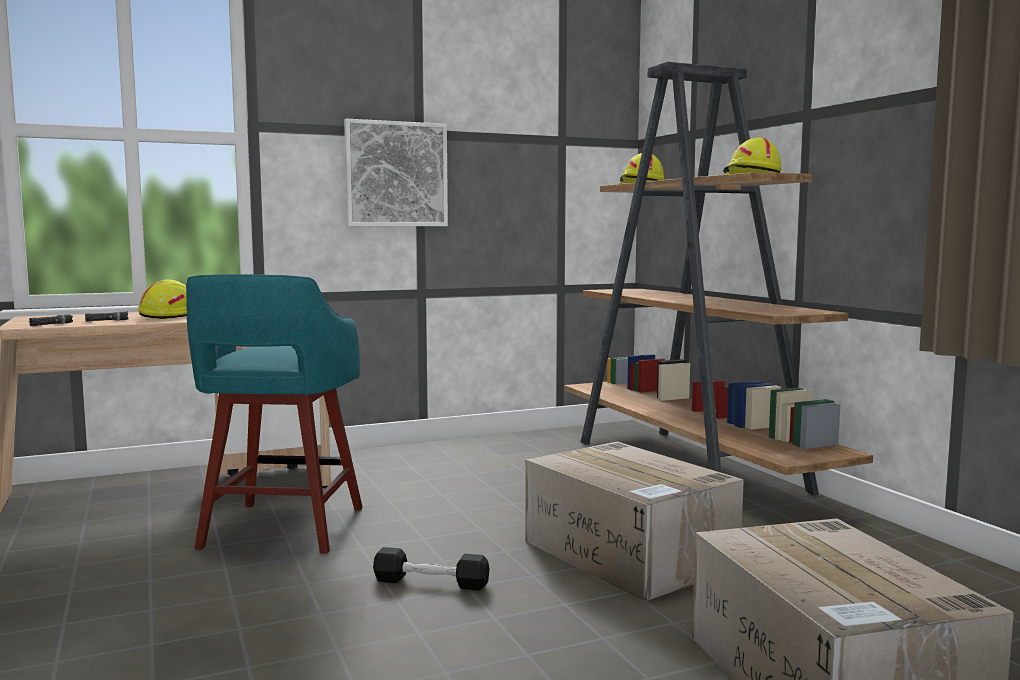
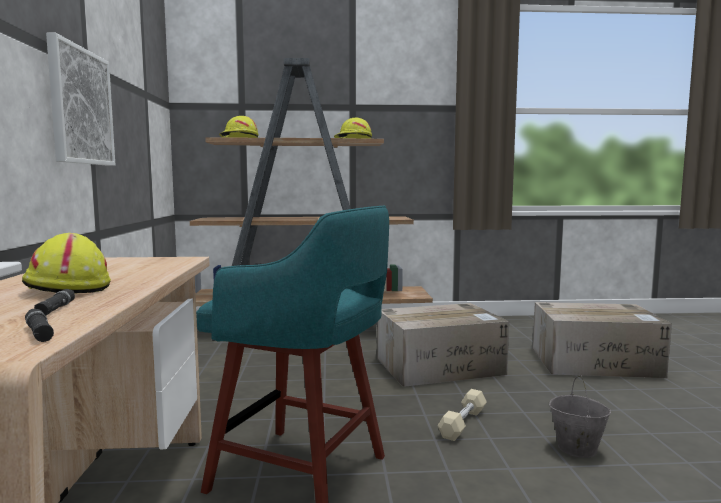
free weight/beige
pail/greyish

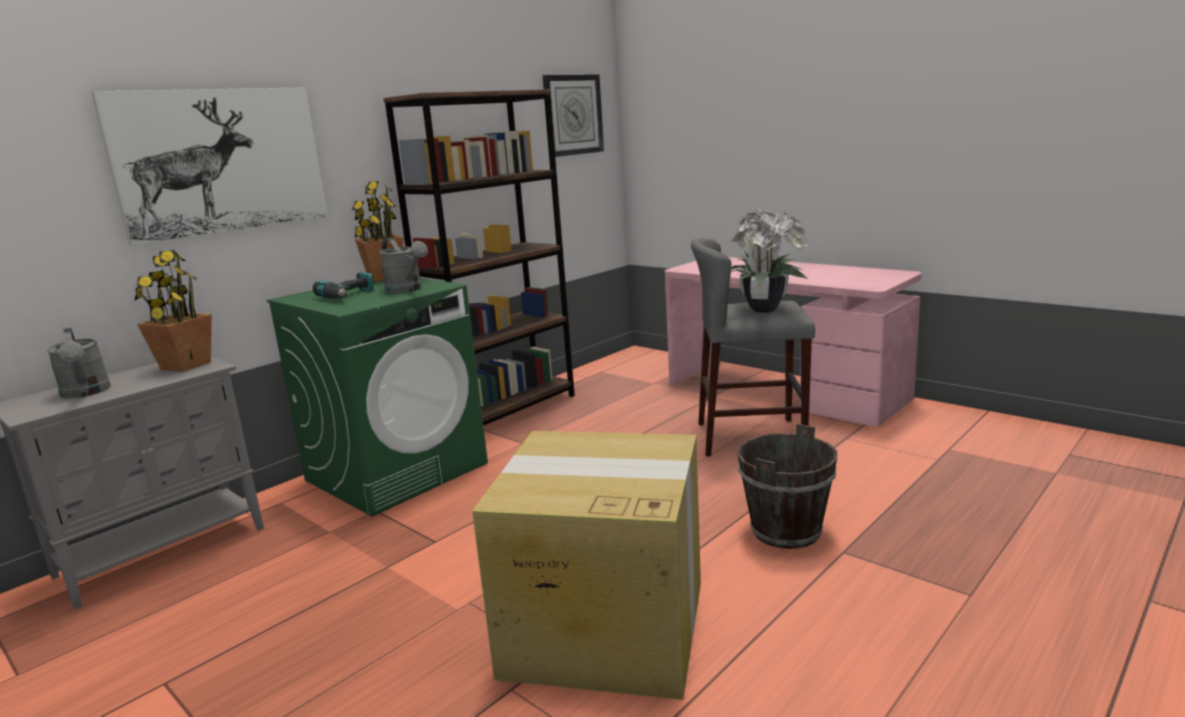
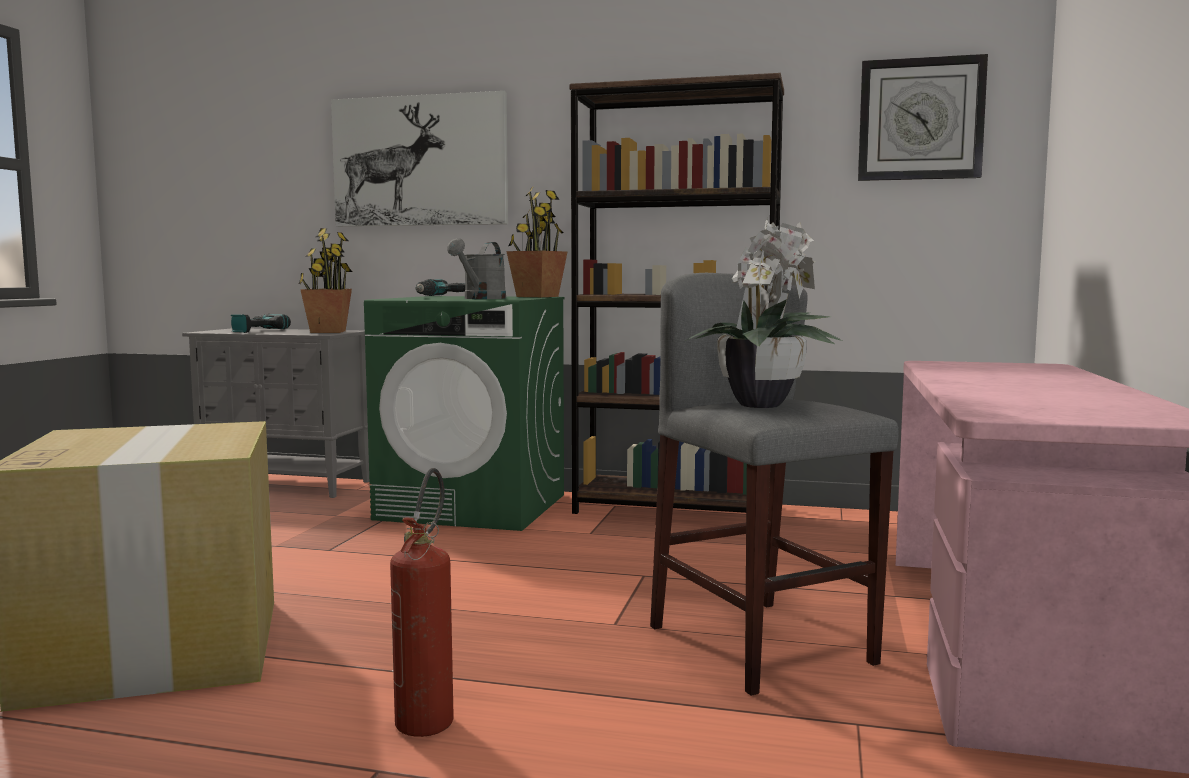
drill (1st from left)
fire extinguisher

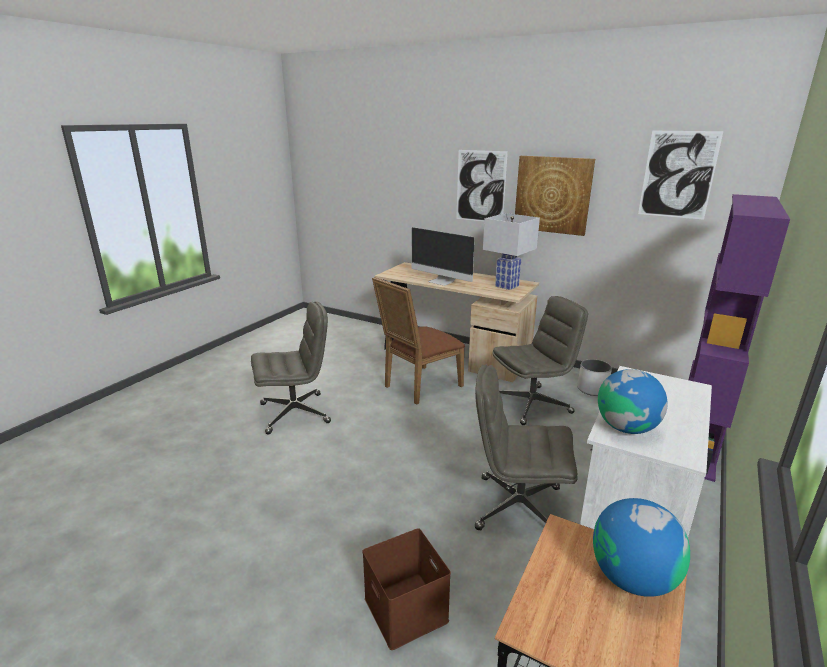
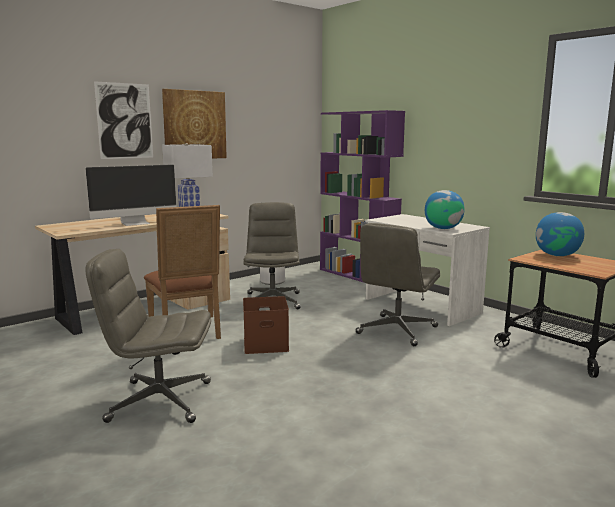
desk chair/greyish (1st from left)
storage container/brown-coloured
picture (3rd from left in the first image)

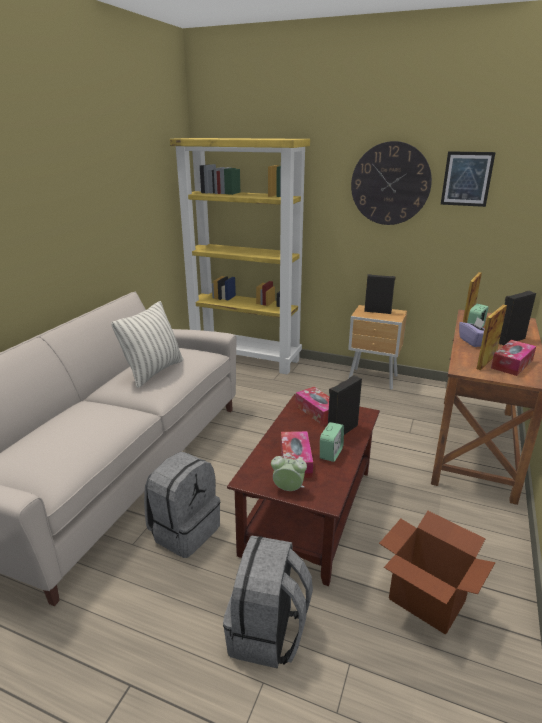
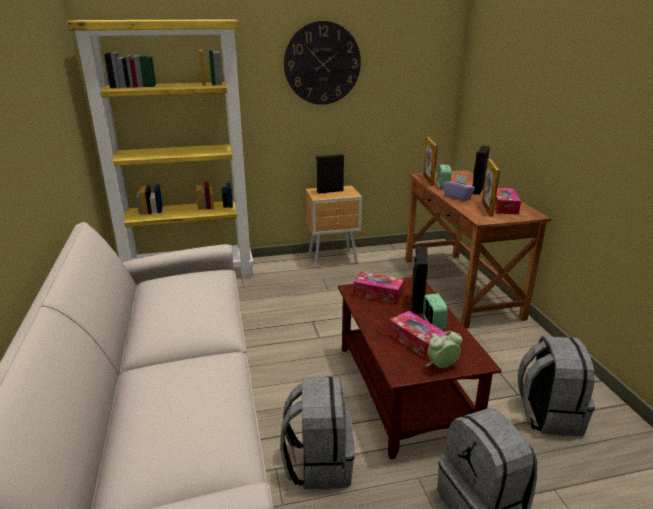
throw pillow
rucksack/greyish (3rd from left)
picture

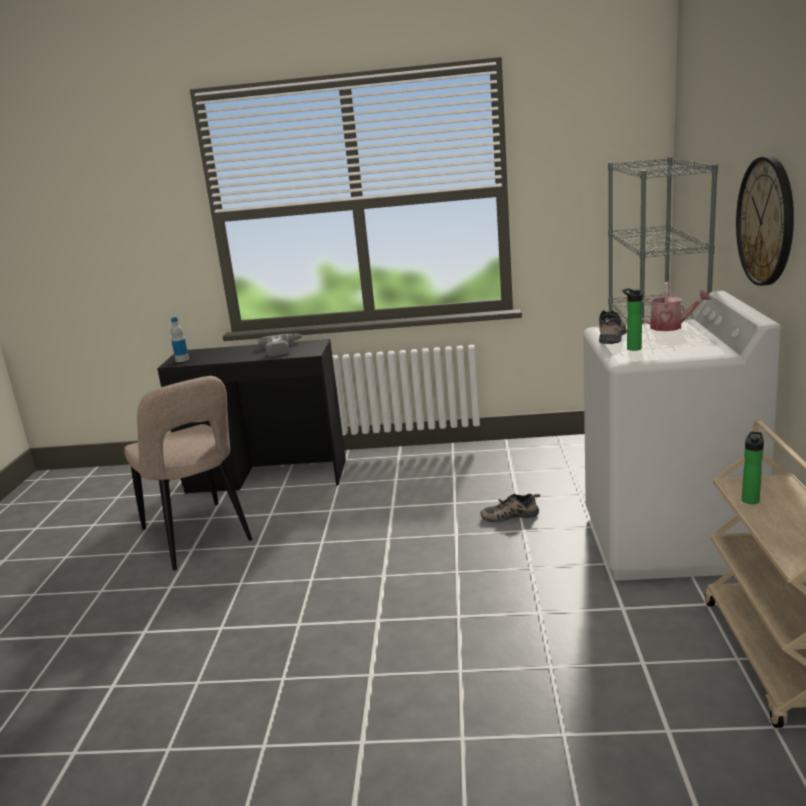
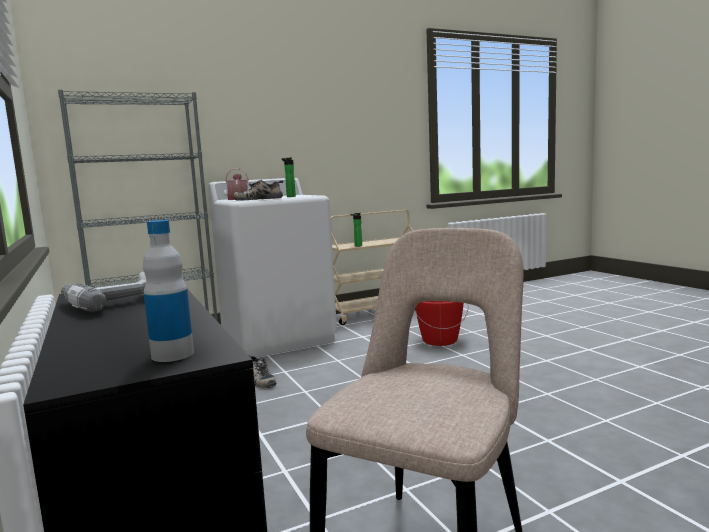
clock on the wall
pail/reddish

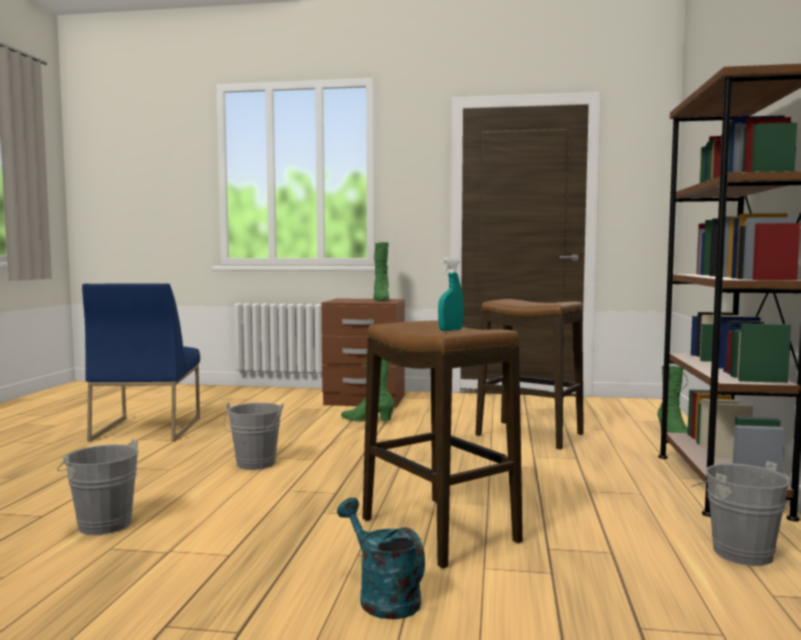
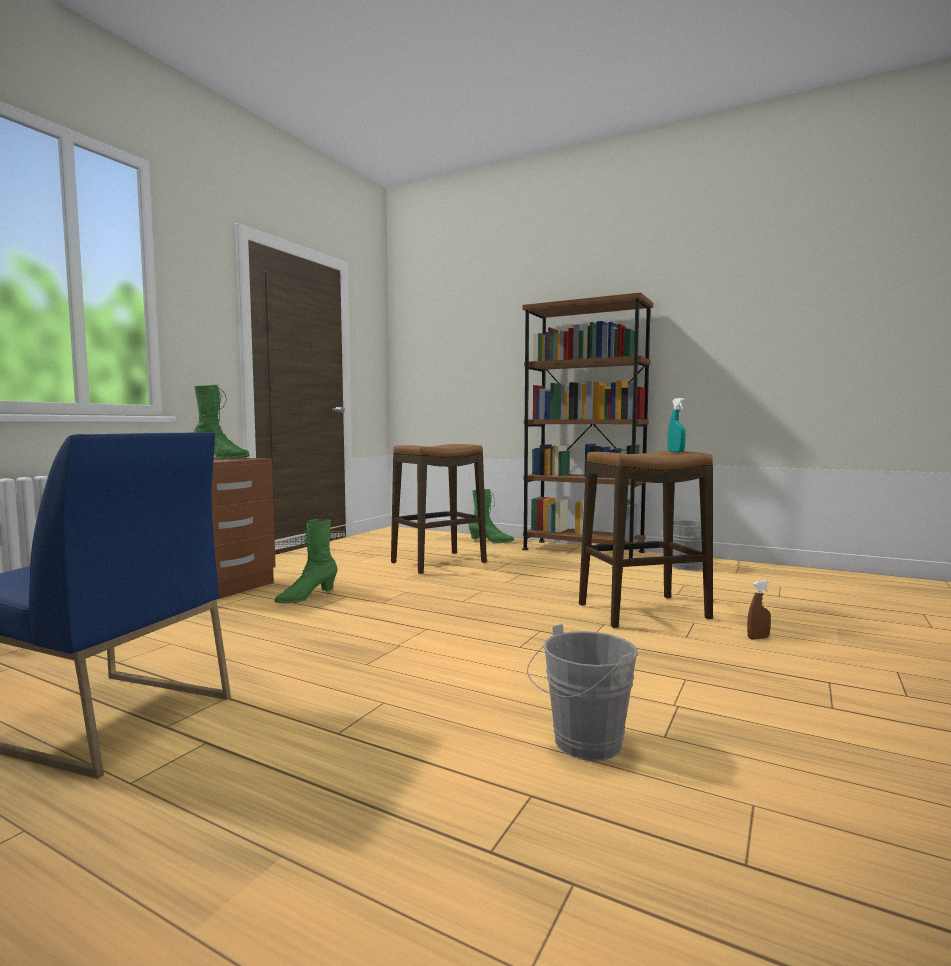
pail/greyish (2nd from left in the first image)
hand sprayer/brown-coloured

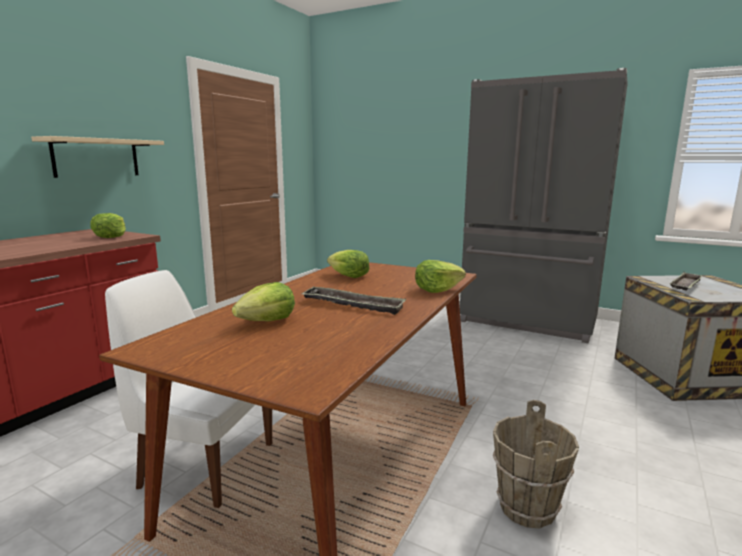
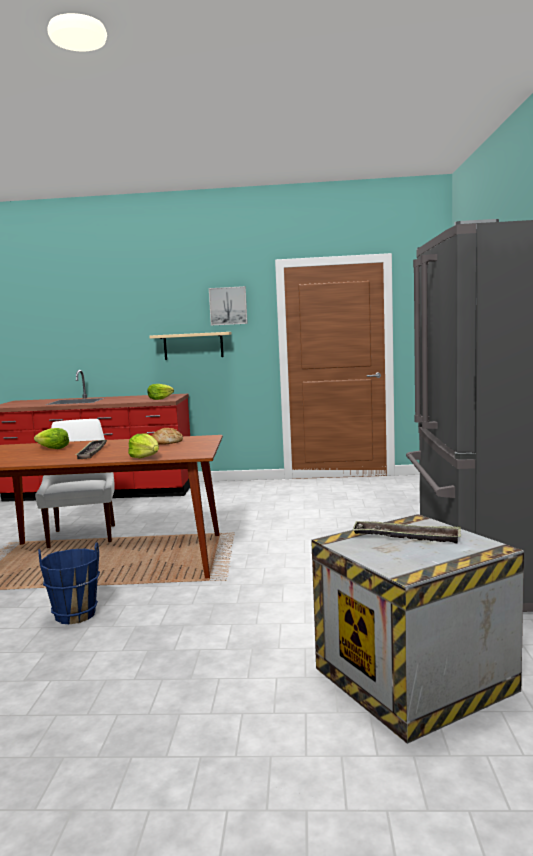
bakery bread
pail/bluish
picture

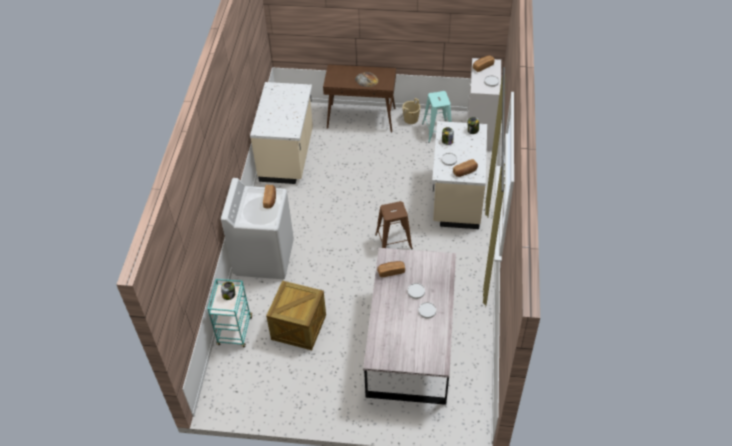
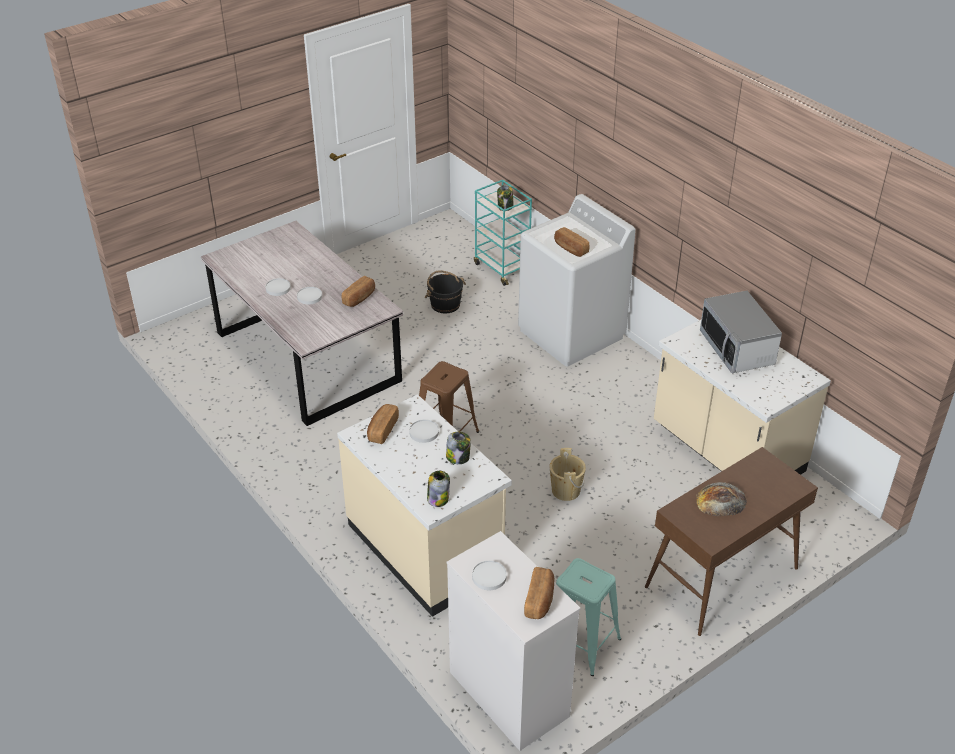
pail/blackish
pail/beige
kitchen microwave

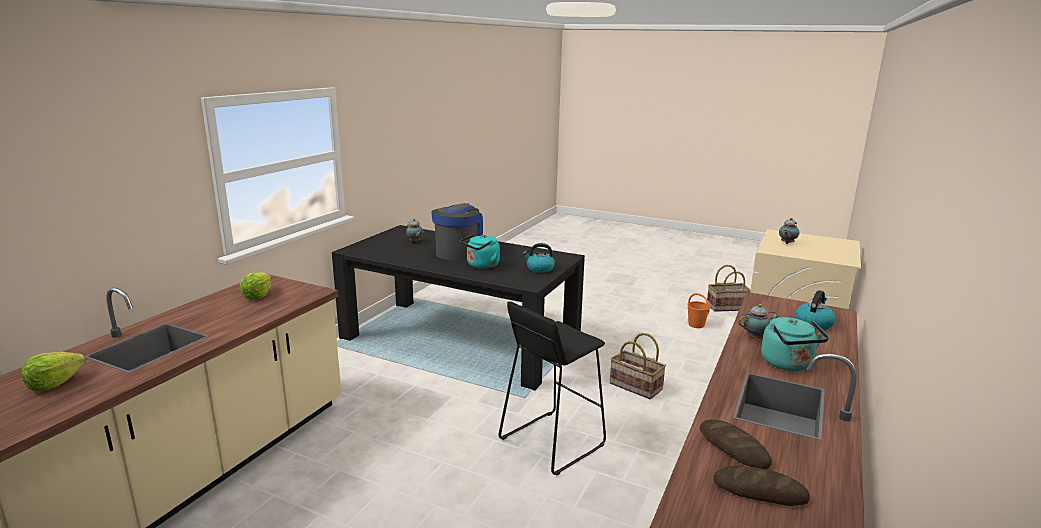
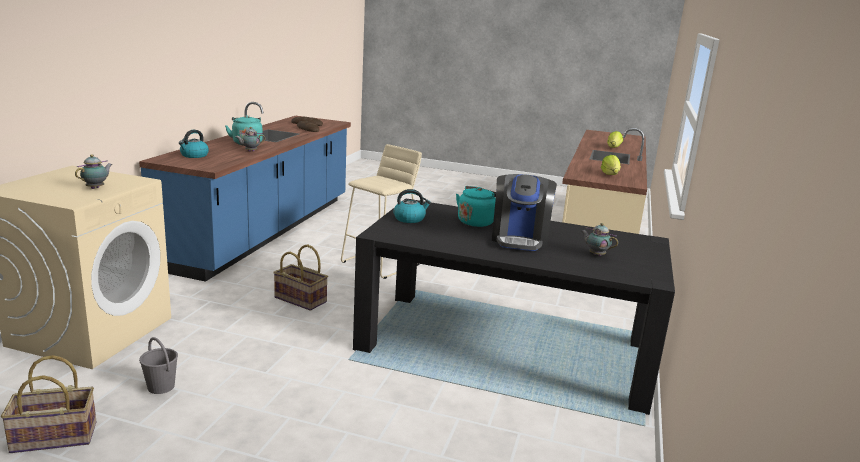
stool seat/beige
pail/greyish

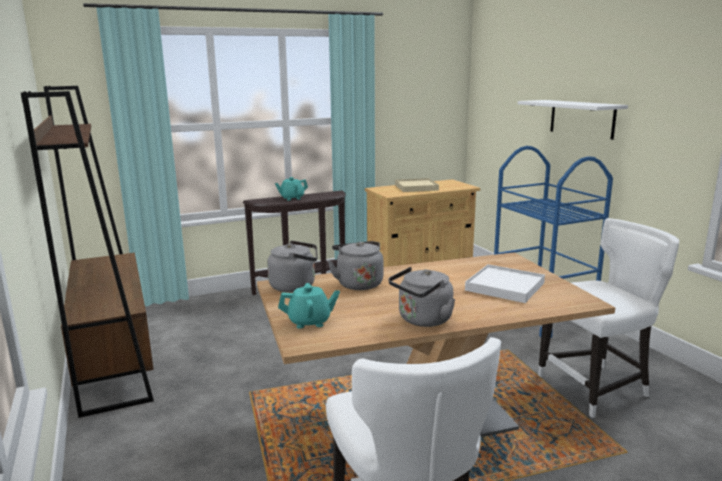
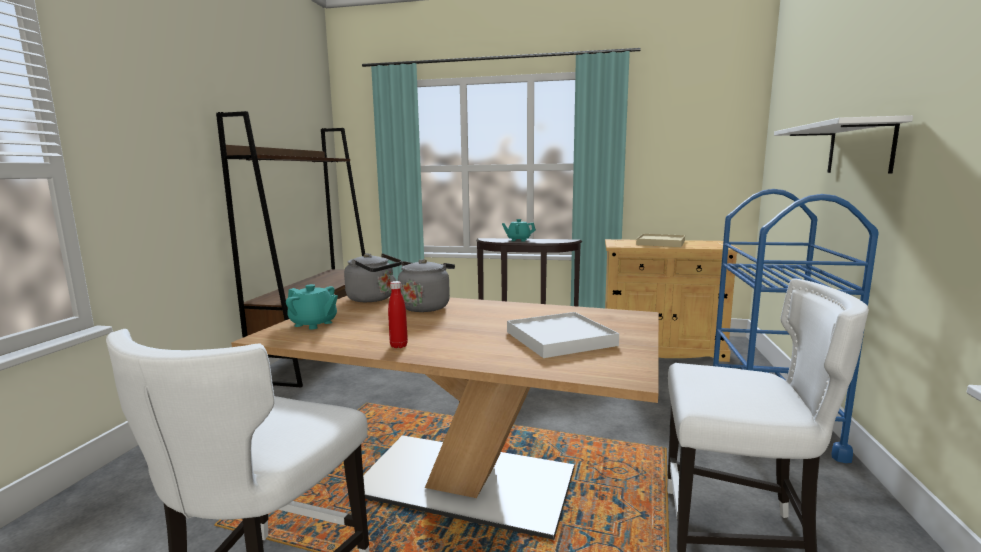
bottle/reddish

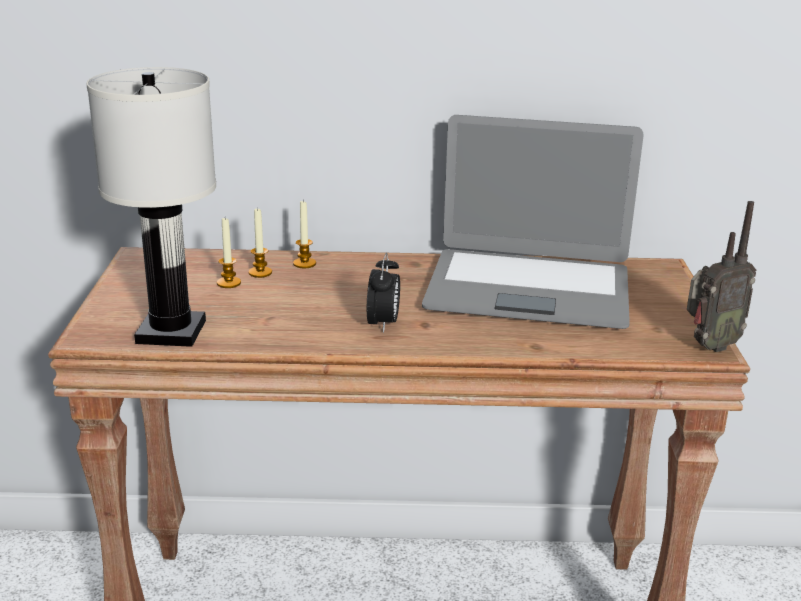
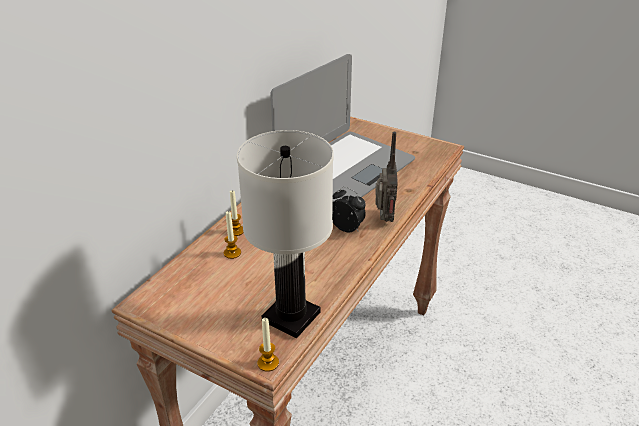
wax candle (3rd from left)
radio set

